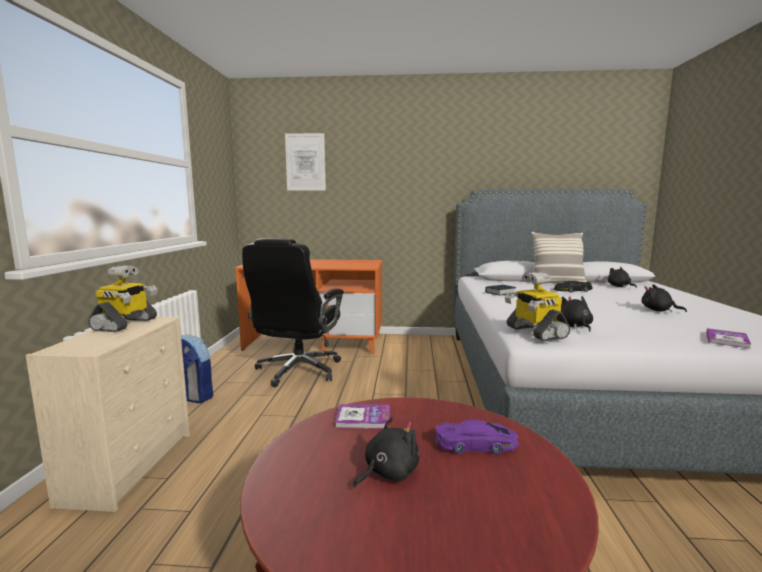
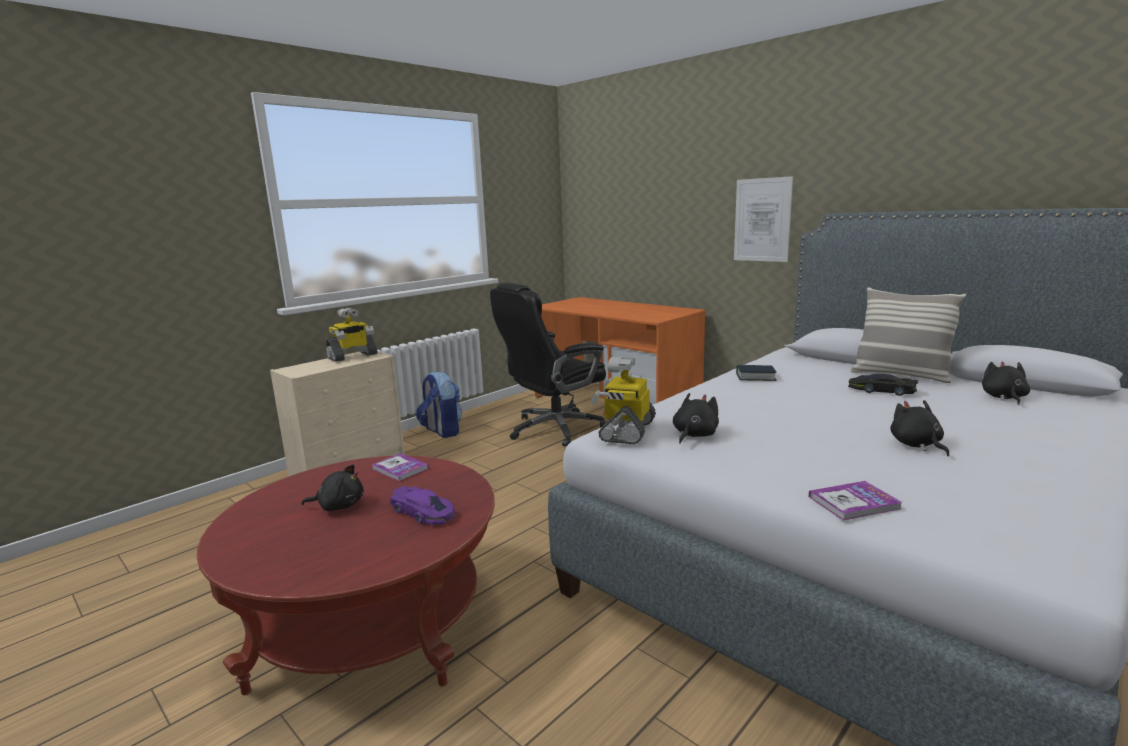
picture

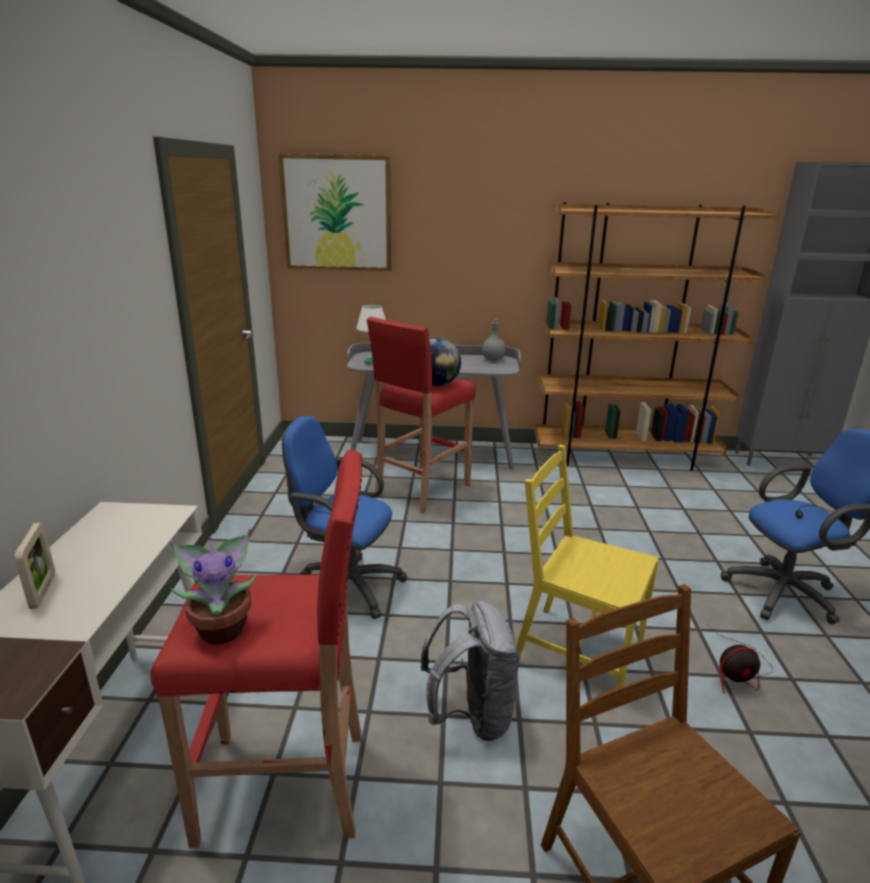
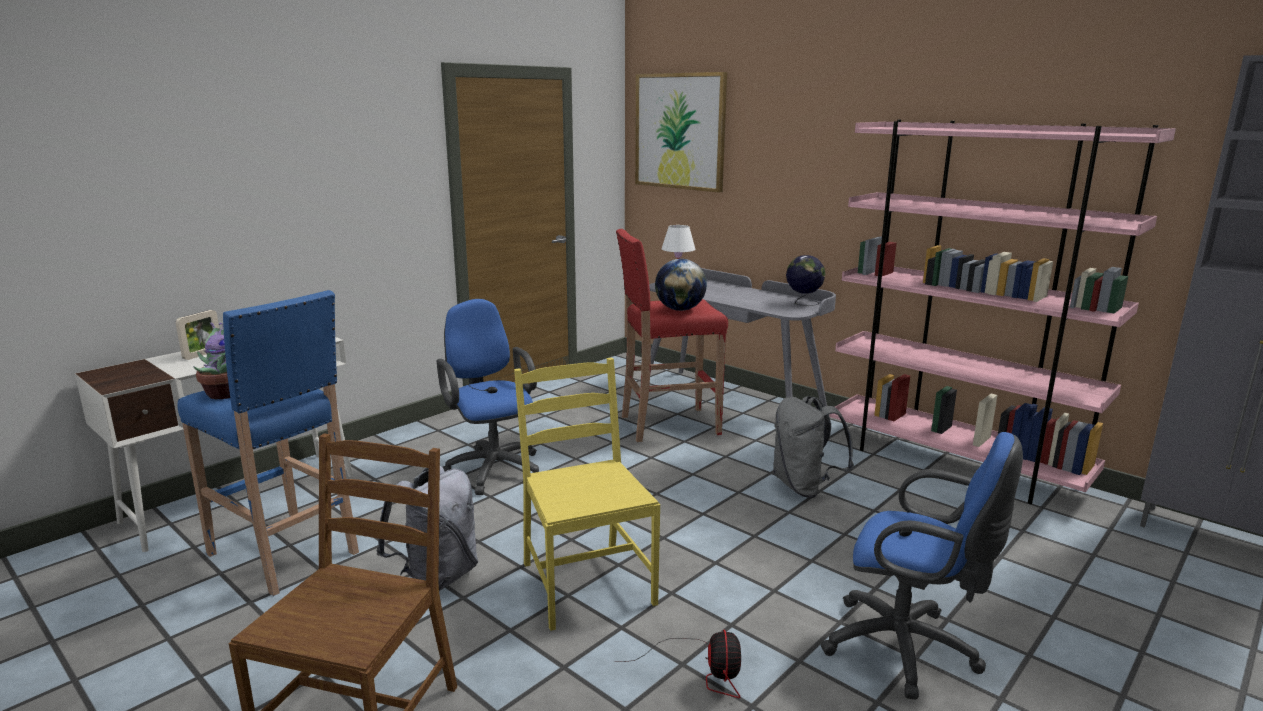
stool seat/bluish
world globe (2nd from left)
bookshelf/pinkish
fan
rucksack/greyish (2nd from left)

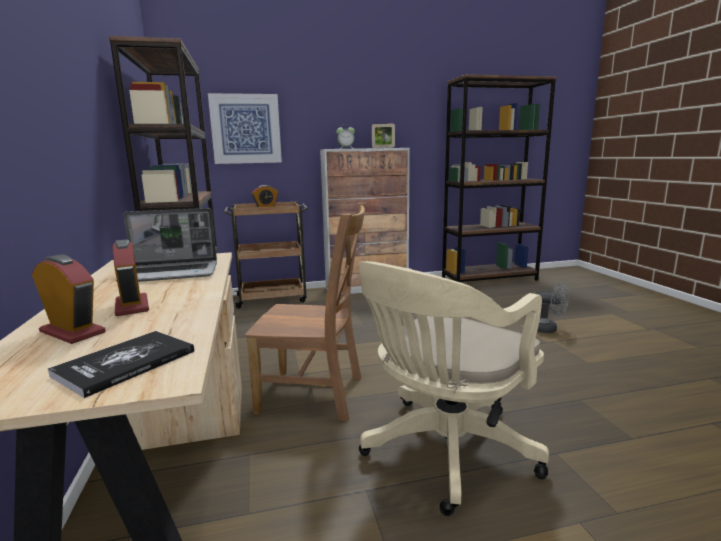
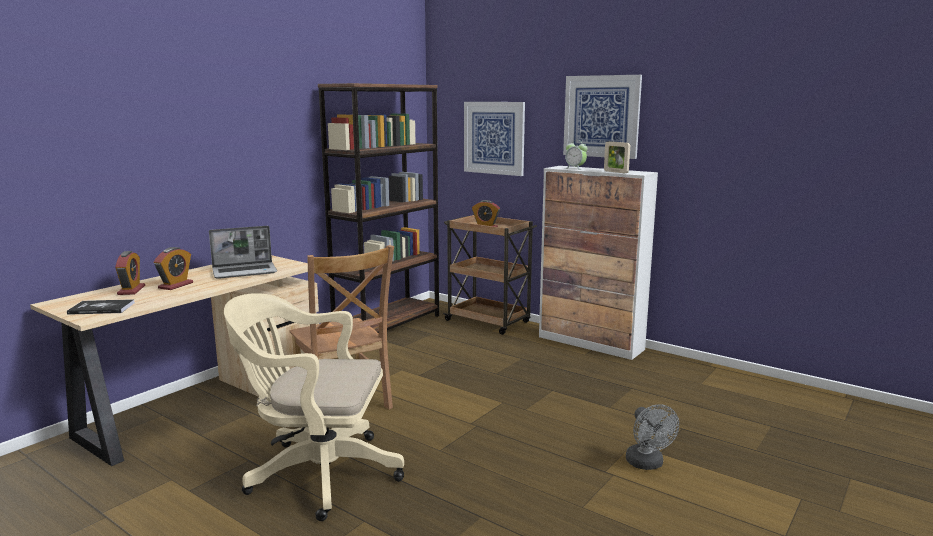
portable computer
bookshelf/brown-coloured (2nd from left in the first image)
picture (2nd from left)

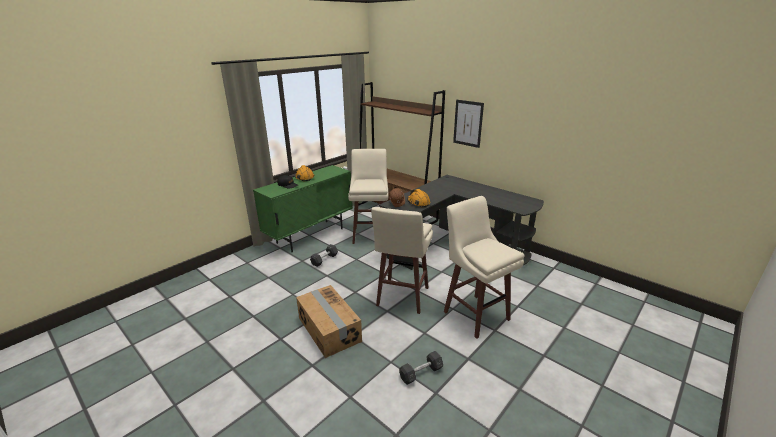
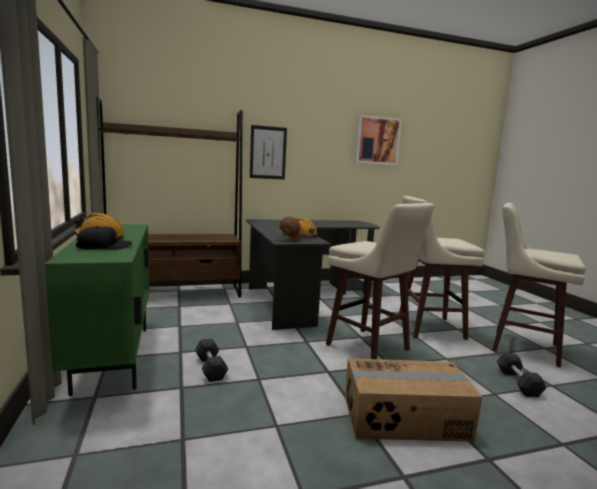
stool seat/beige (3rd from left)
picture (2nd from left)

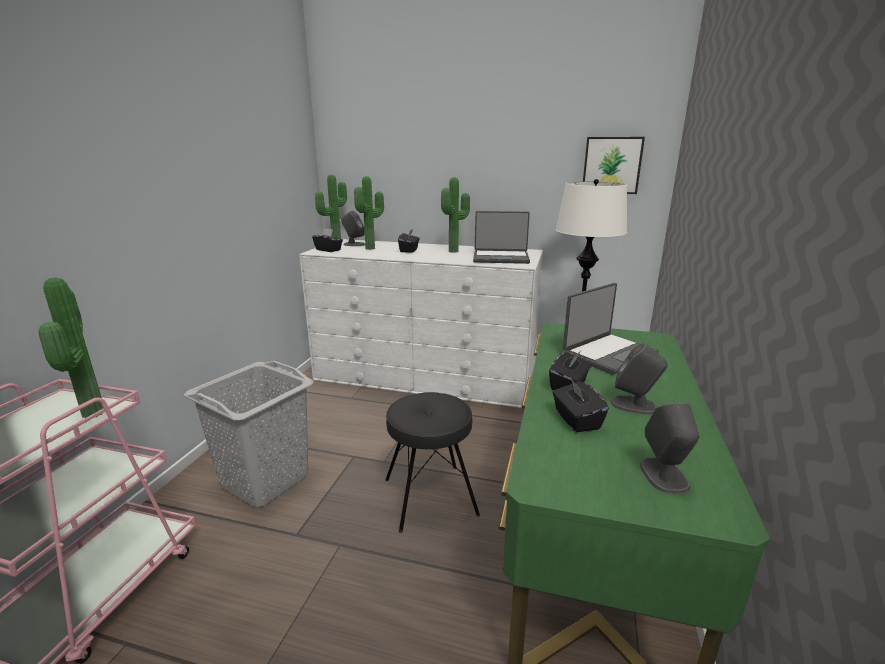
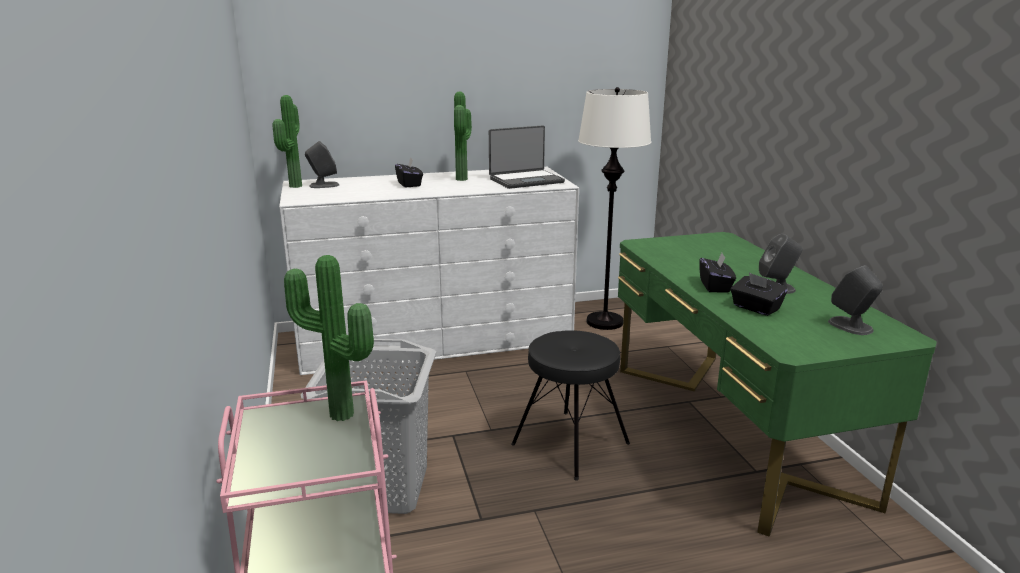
tissue holder/blackish (1st from left in the first image)
plant in a pot (3rd from left in the first image)
portable computer (2nd from left in the first image)
picture

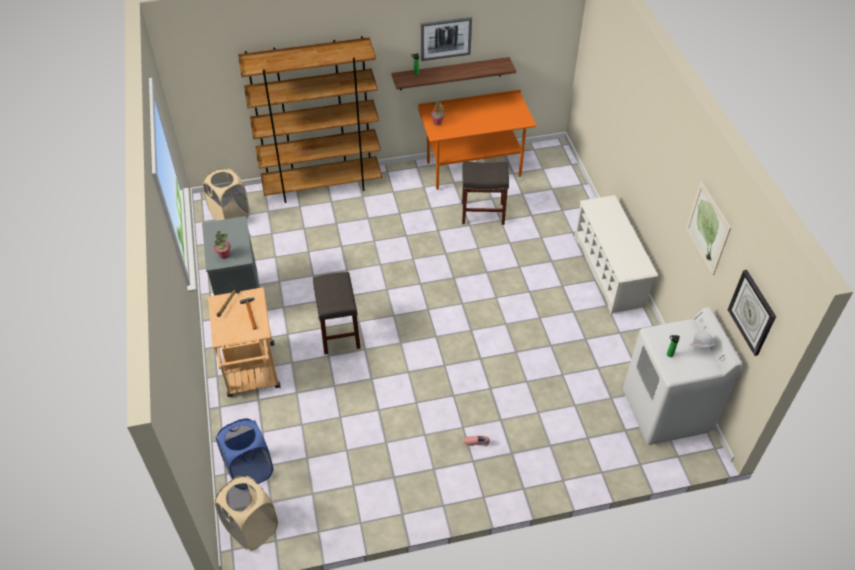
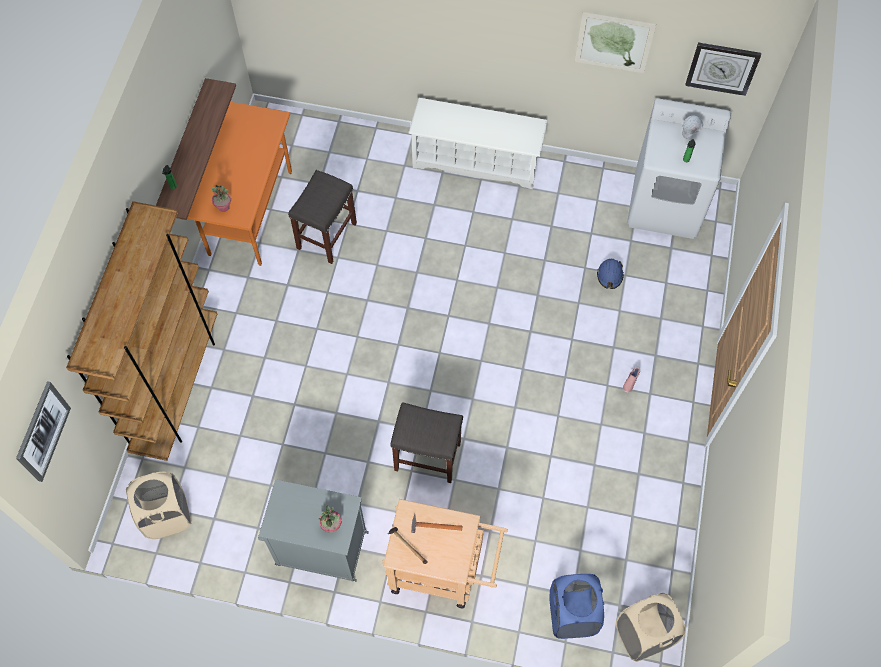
picture (1st from left)
safety helmet/bluish

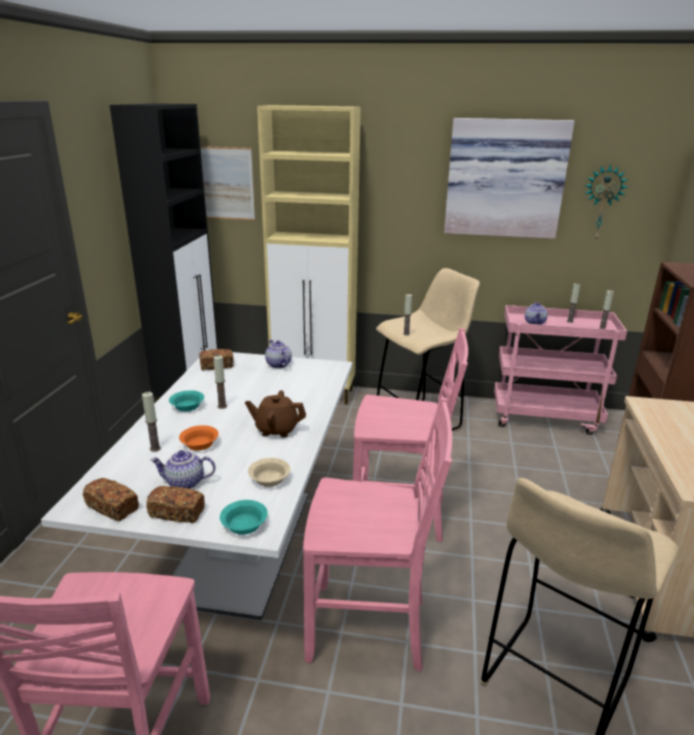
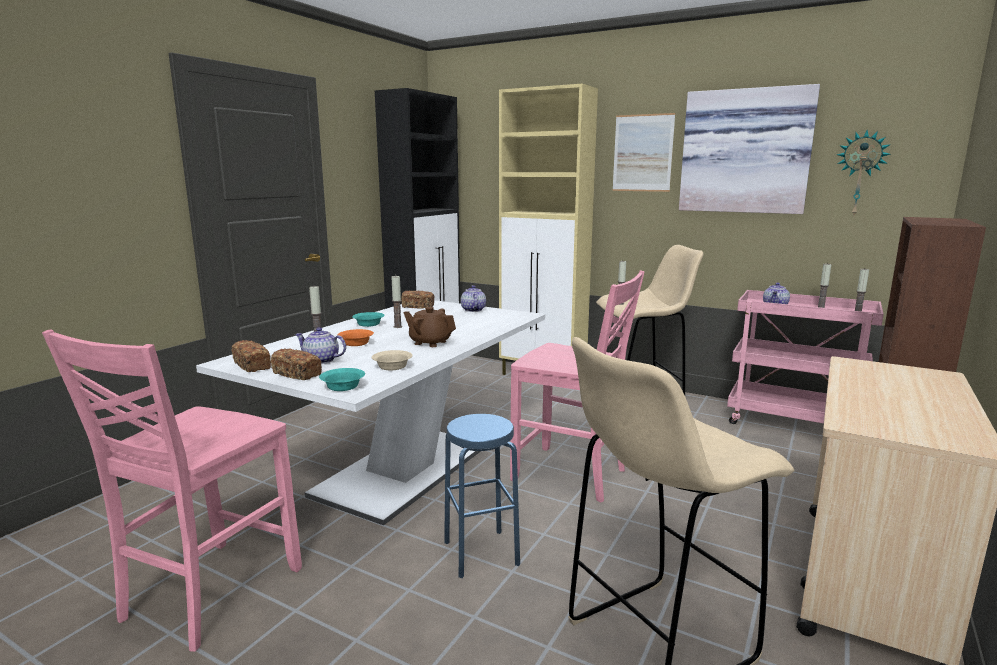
picture (1st from left)
stool seat/bluish

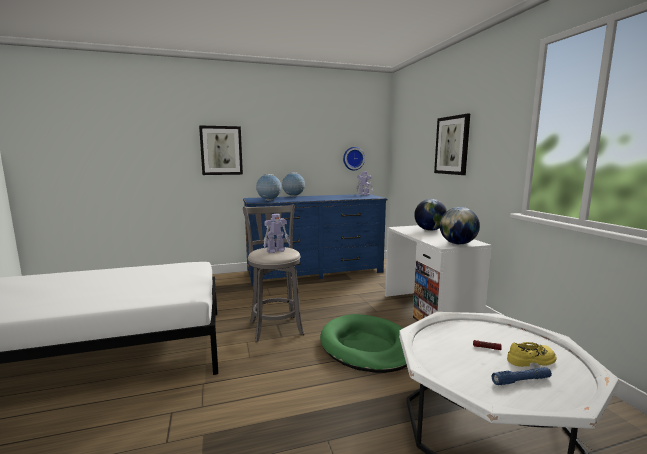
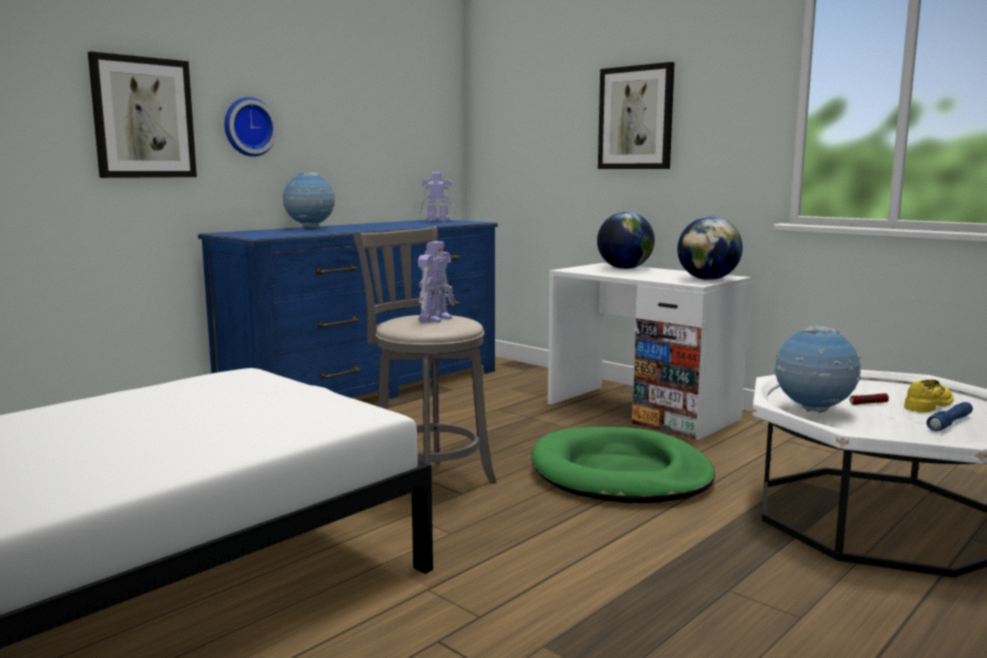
world globe (4th from left)
clock on the wall

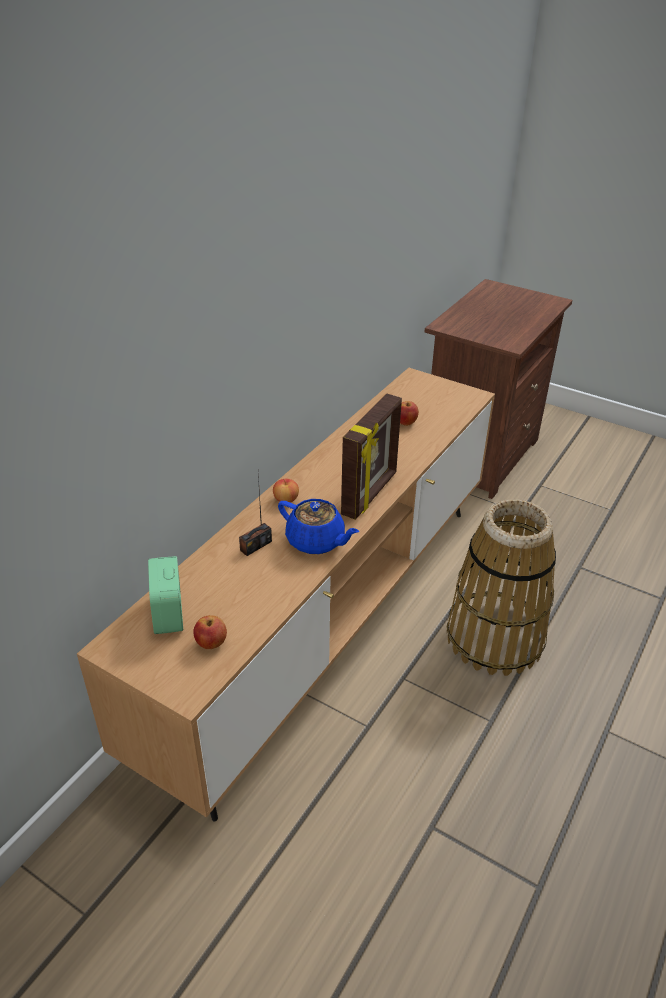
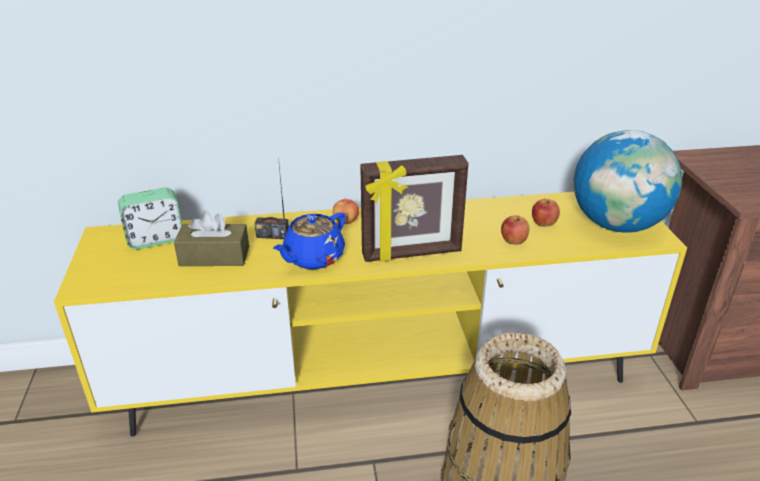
tv stand/yellow
table clock
apple fruit (2nd from left)
teapot/bluish
tissue holder/brown-coloured
world globe

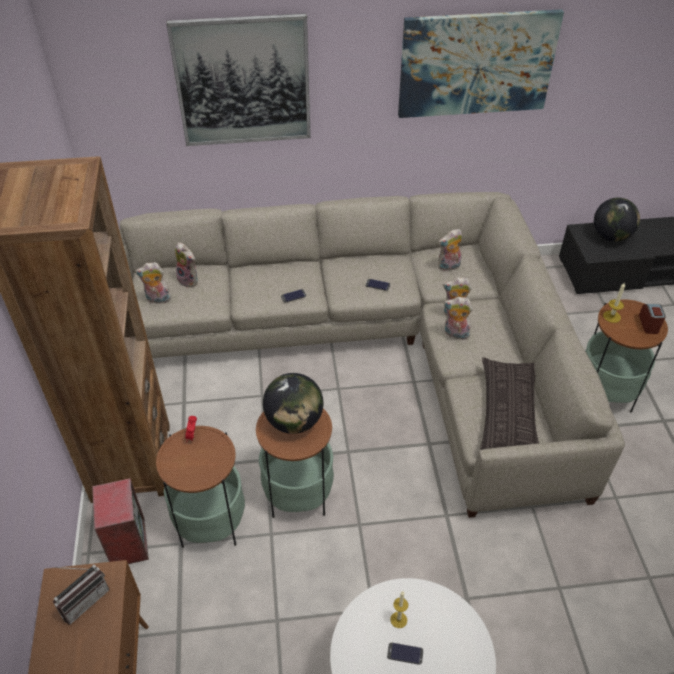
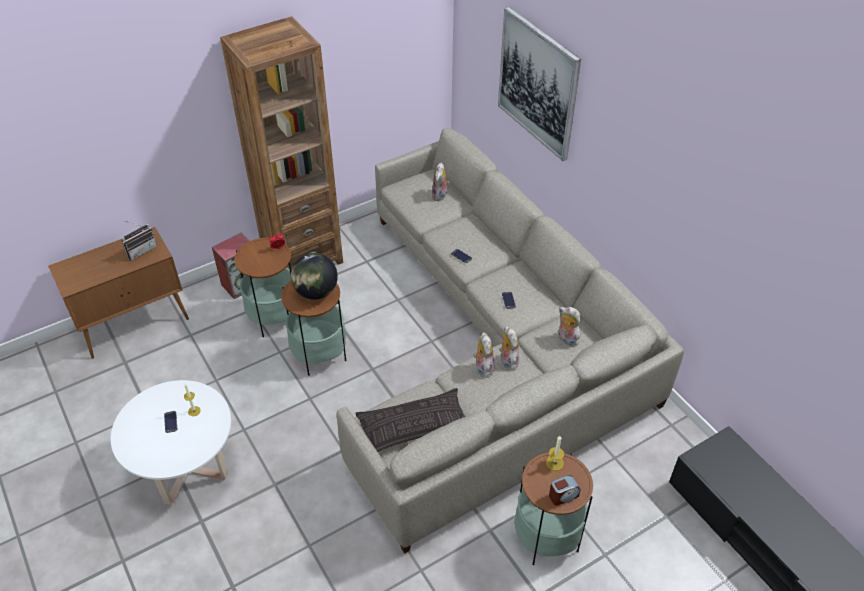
radio set
plush toy (1st from left in the first image)
picture (2nd from left in the first image)
world globe (2nd from left in the first image)

